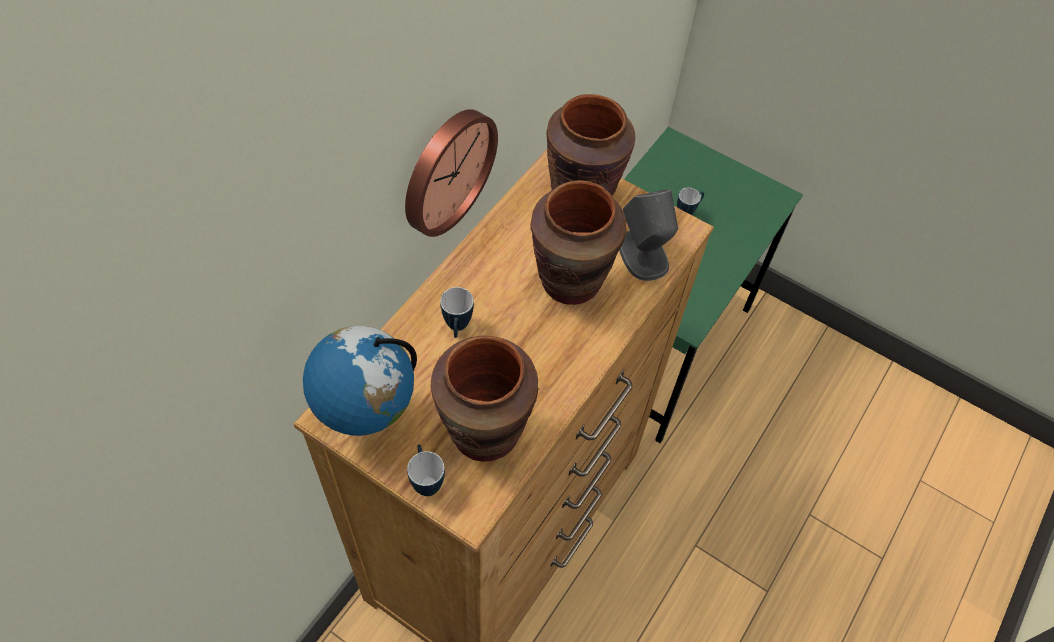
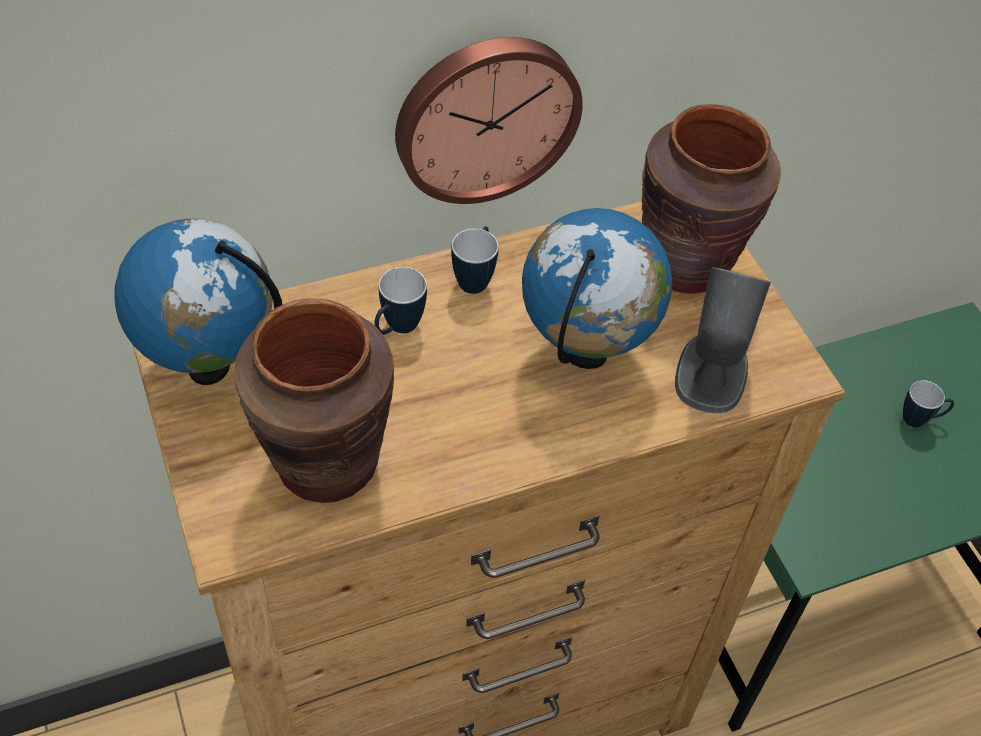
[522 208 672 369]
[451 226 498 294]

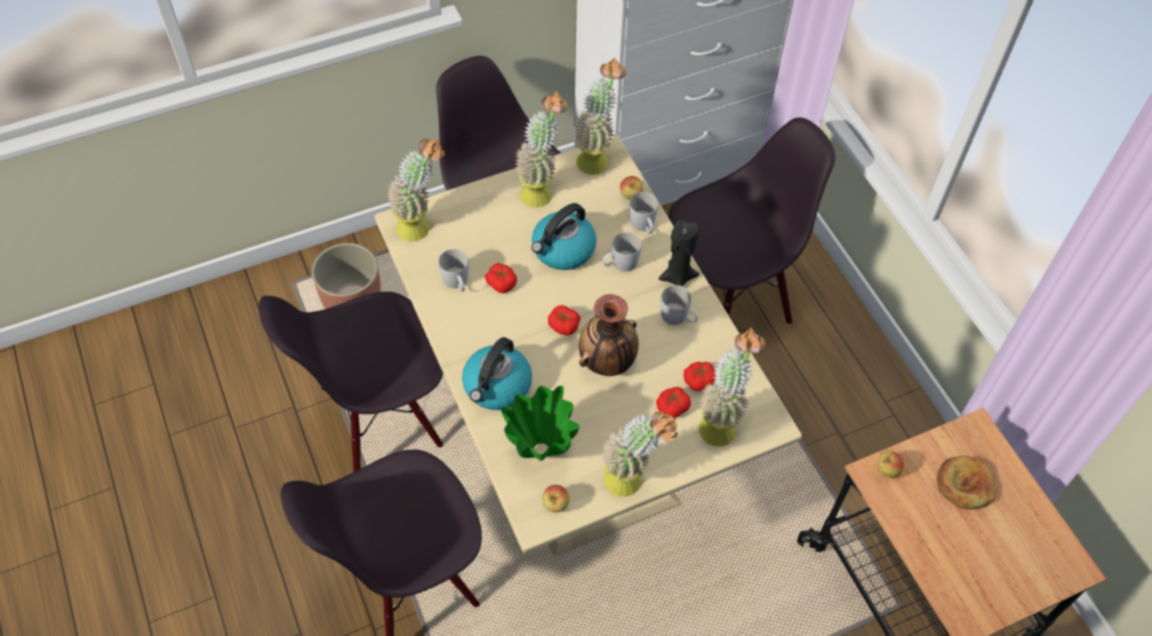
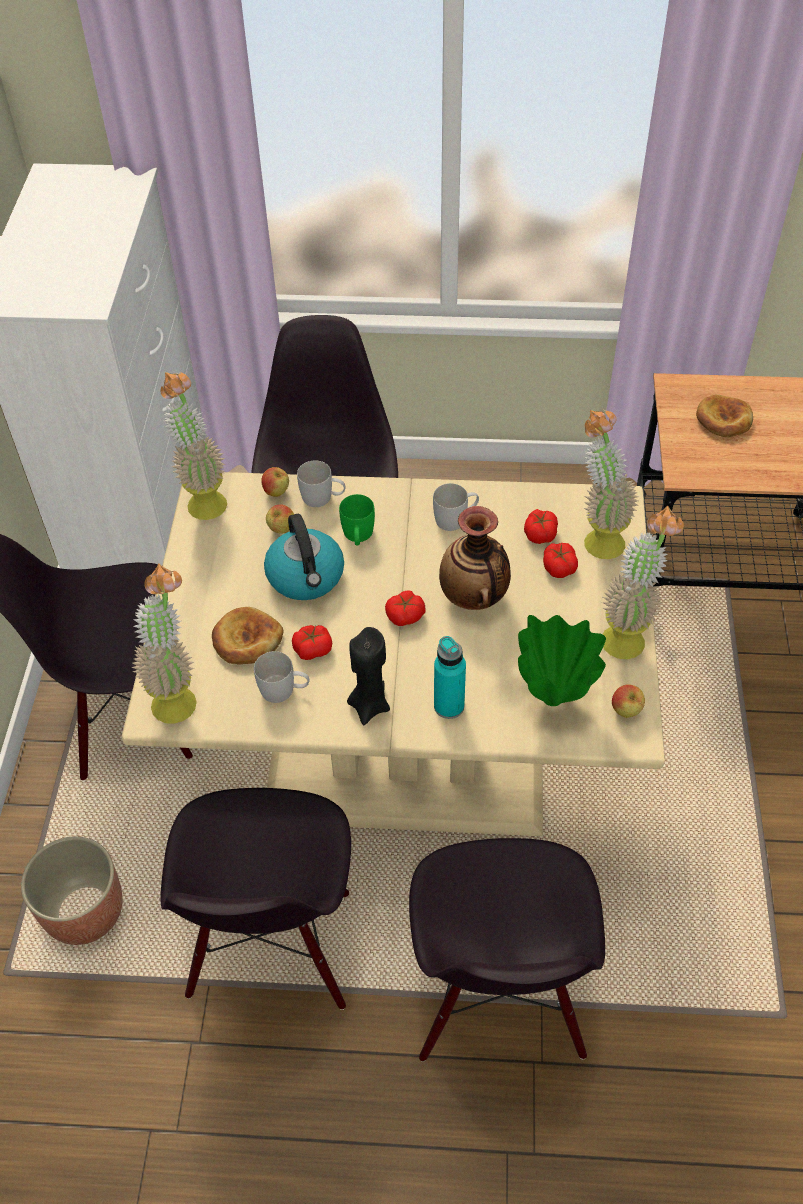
[515 91 568 208] (first image)
[347 627 390 725]
[339 494 375 546]
[434 636 466 719]
[266 504 294 534]
[212 607 283 665]

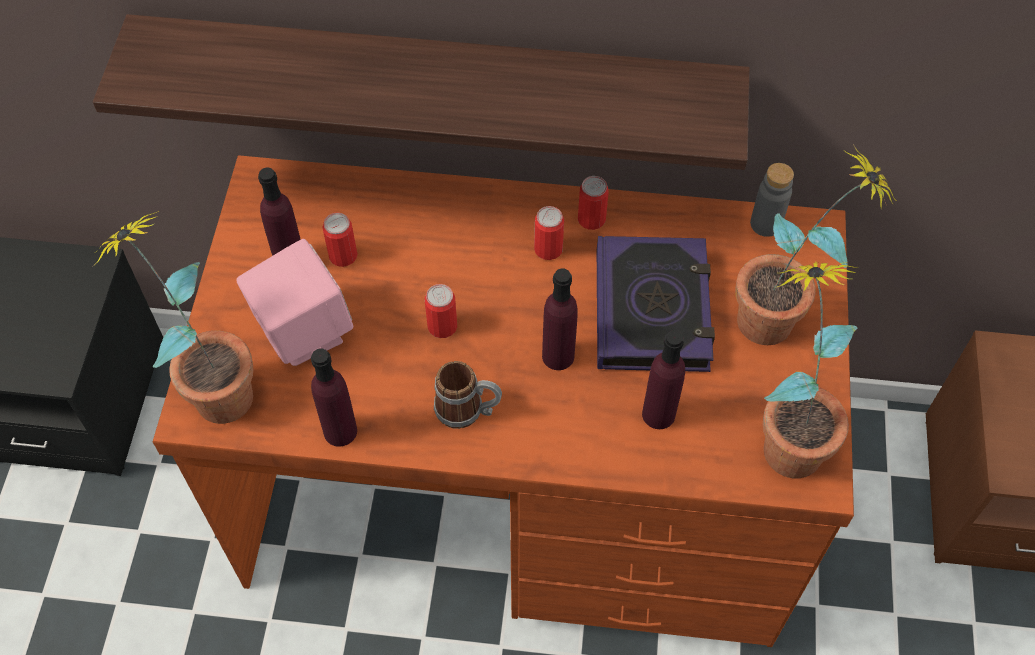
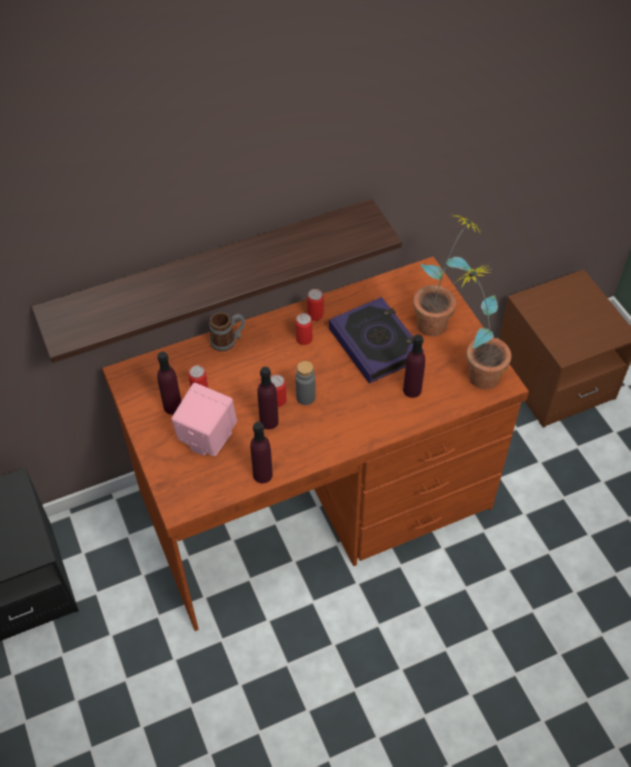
[295 361 315 405]
[94 210 254 424] (first image)
[257 367 279 429]
[209 312 245 352]

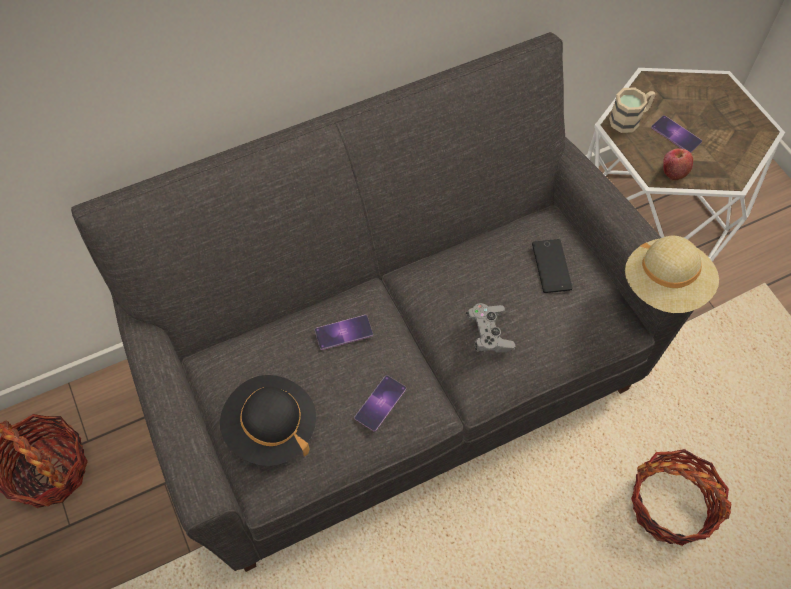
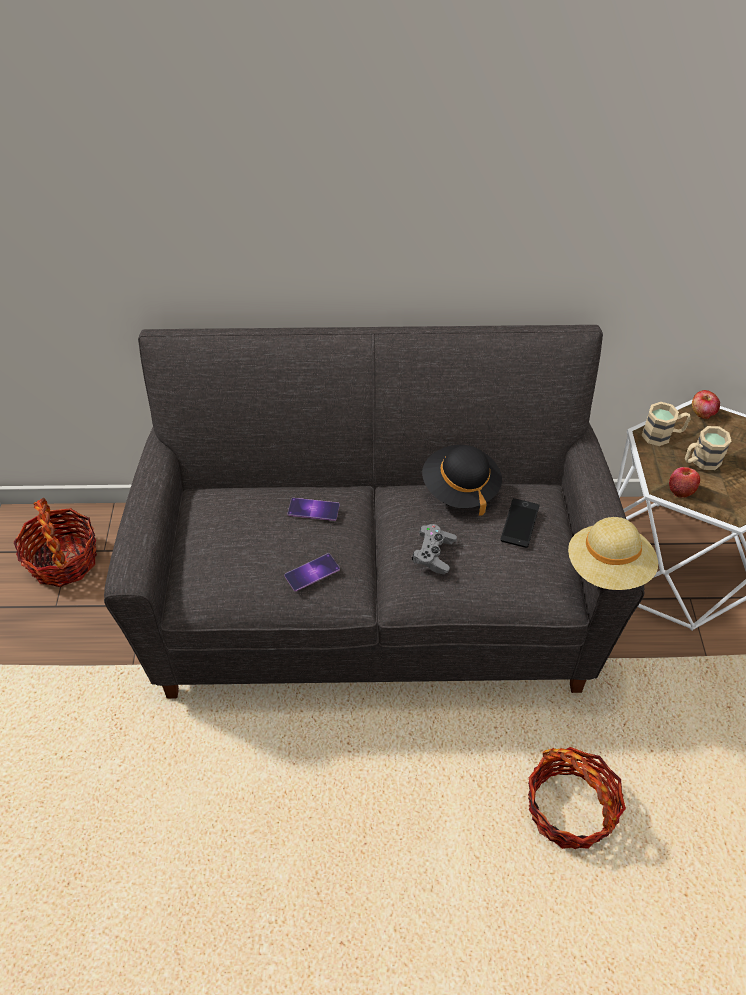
[685 426 731 470]
[422 445 502 516]
[692 390 720 419]

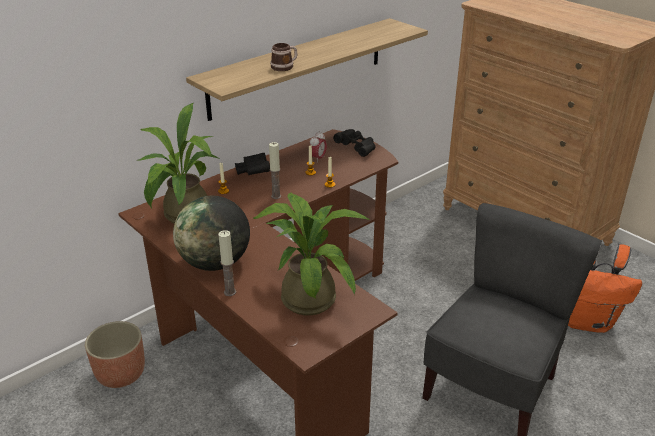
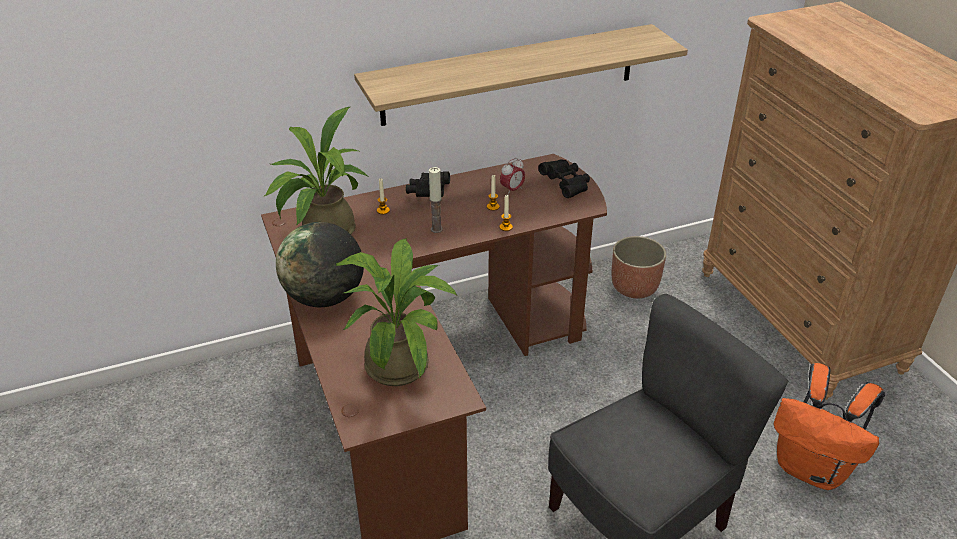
[270 43 298 71] (first image)
[218 230 236 296] (first image)
[612 236 666 298]

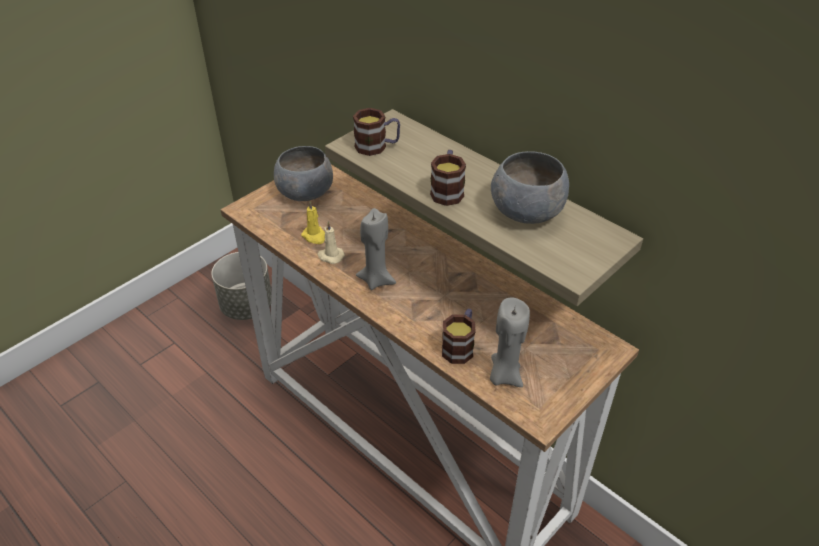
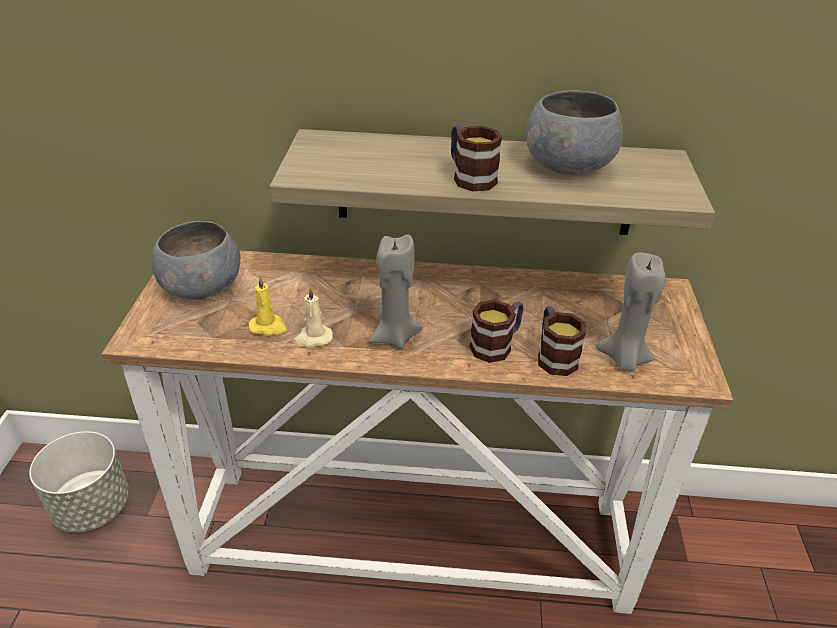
[469 300 524 363]

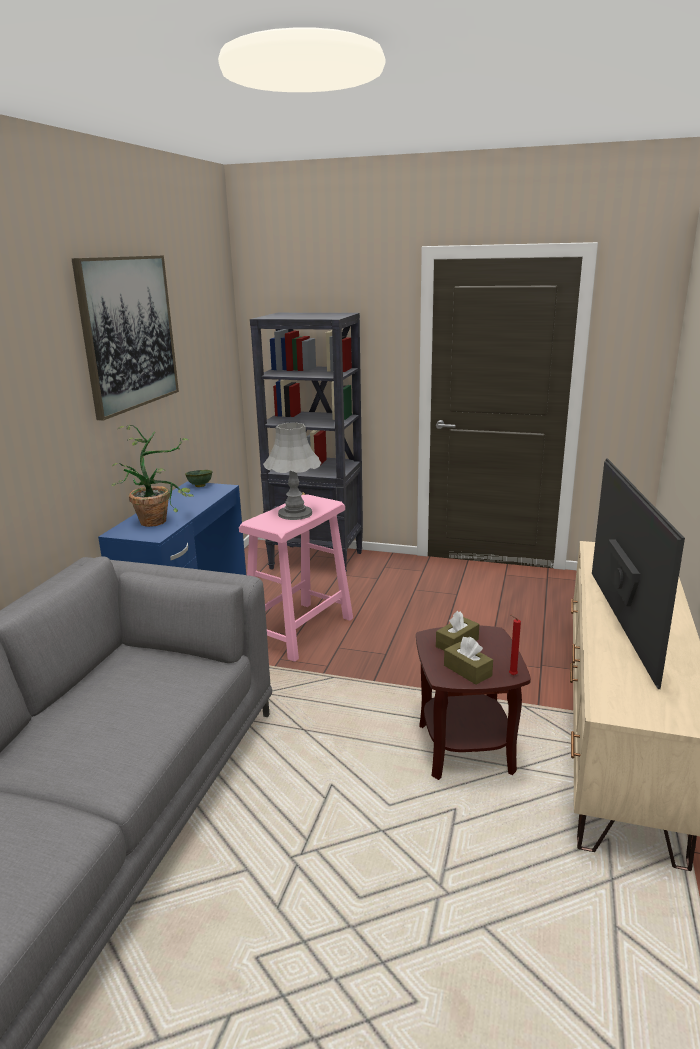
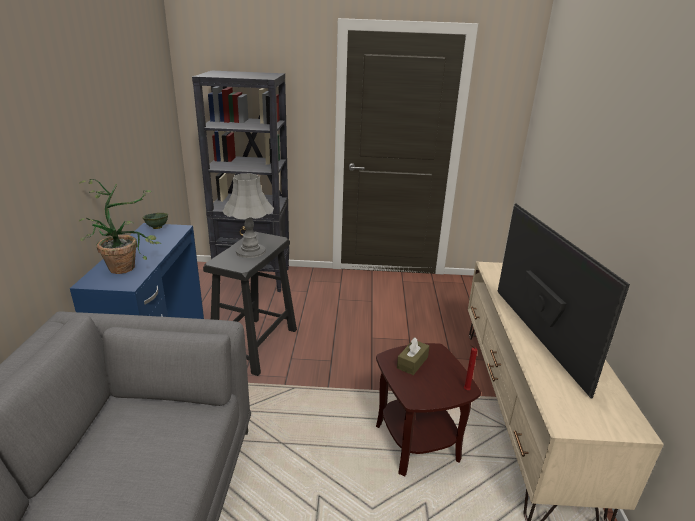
[72 256 179 421] (first image)
[203 232 297 376]
[444 637 493 685] (first image)

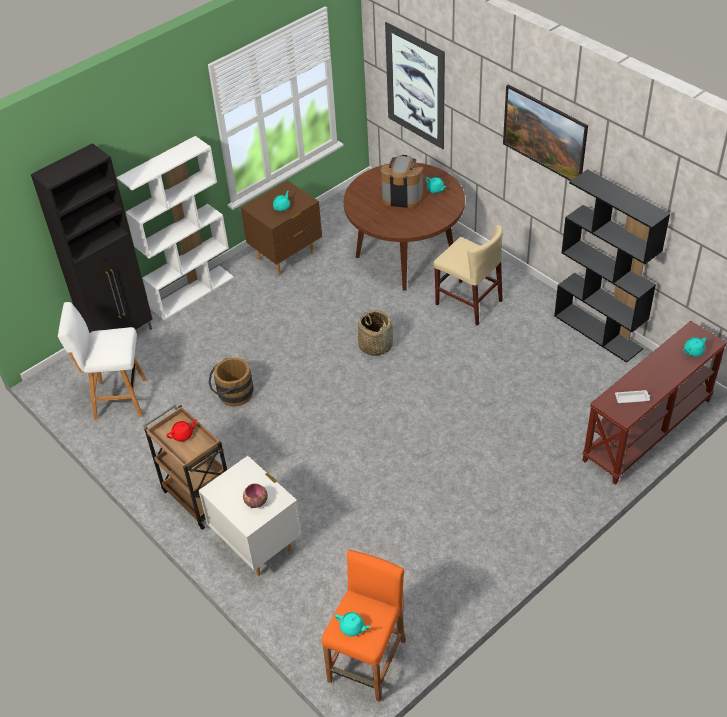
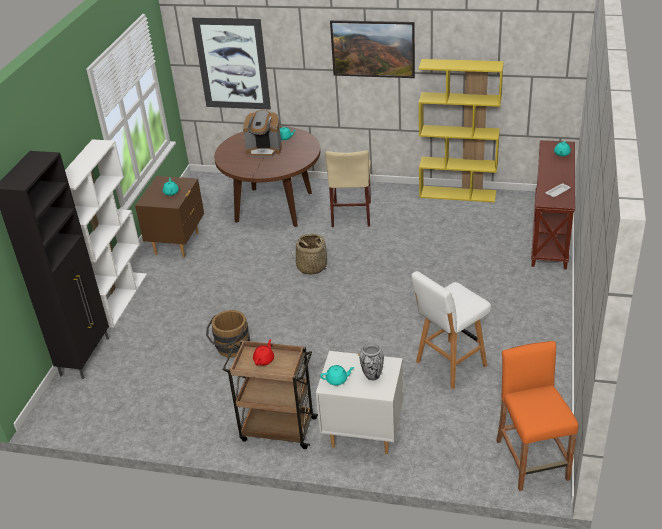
[243 110 282 157]
[419 59 504 202]
[325 150 371 227]
[412 271 491 389]
[359 342 384 380]
[320 365 354 386]

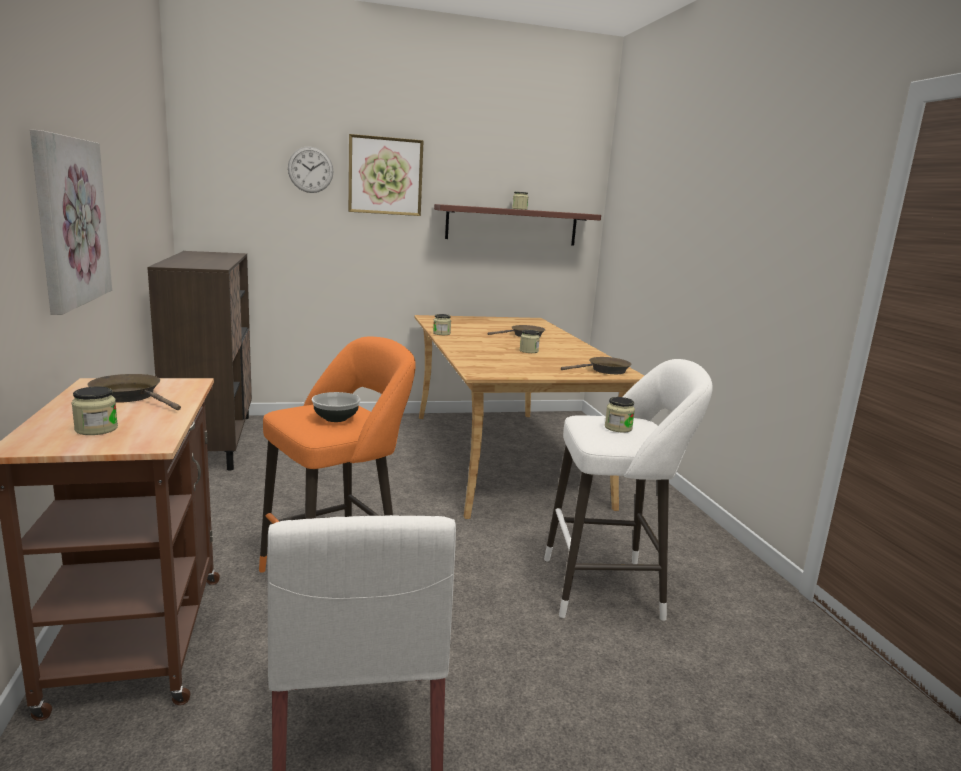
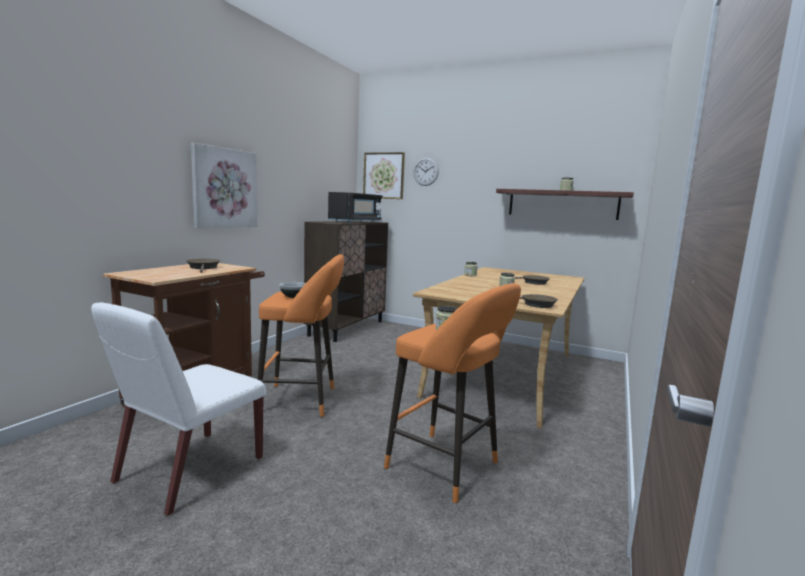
[363 152 405 199]
[384 283 521 503]
[71 386 118 435] (first image)
[328 192 382 223]

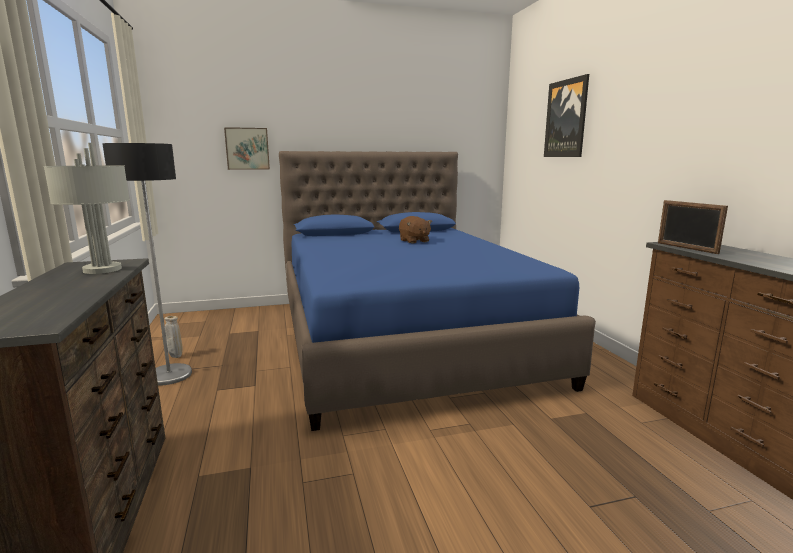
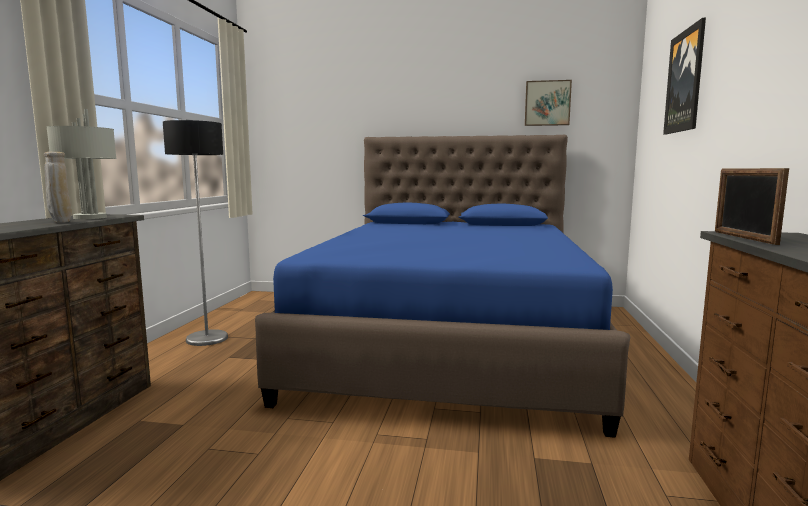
[525 80 572 126]
[399 216 432 244] (first image)
[44 152 71 223]

